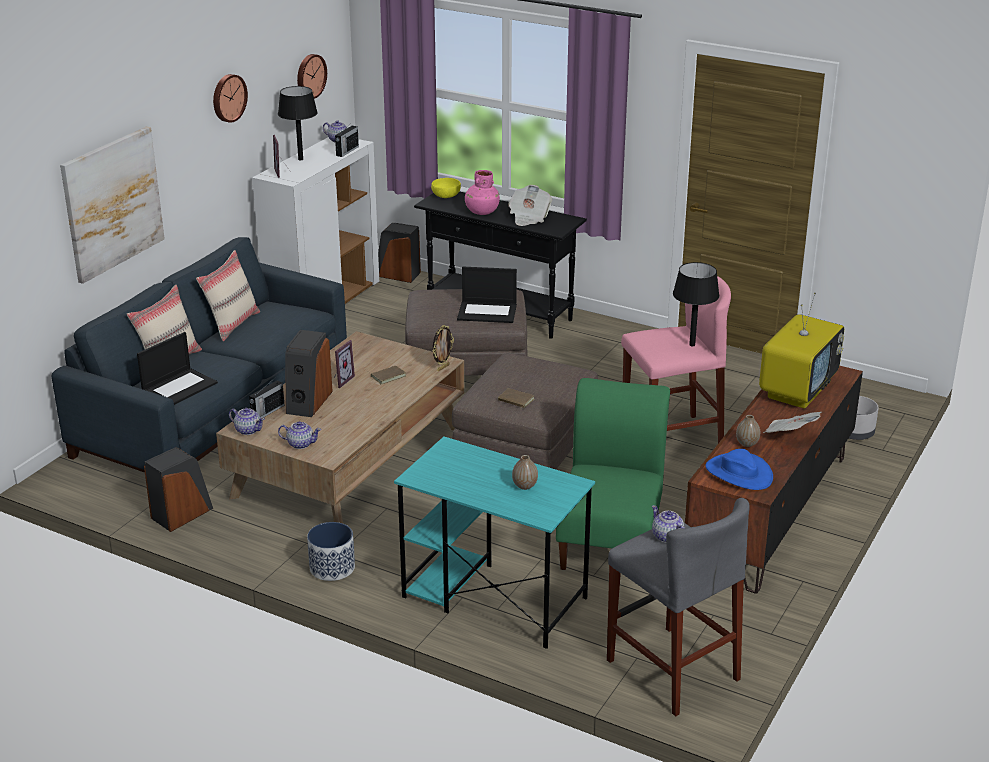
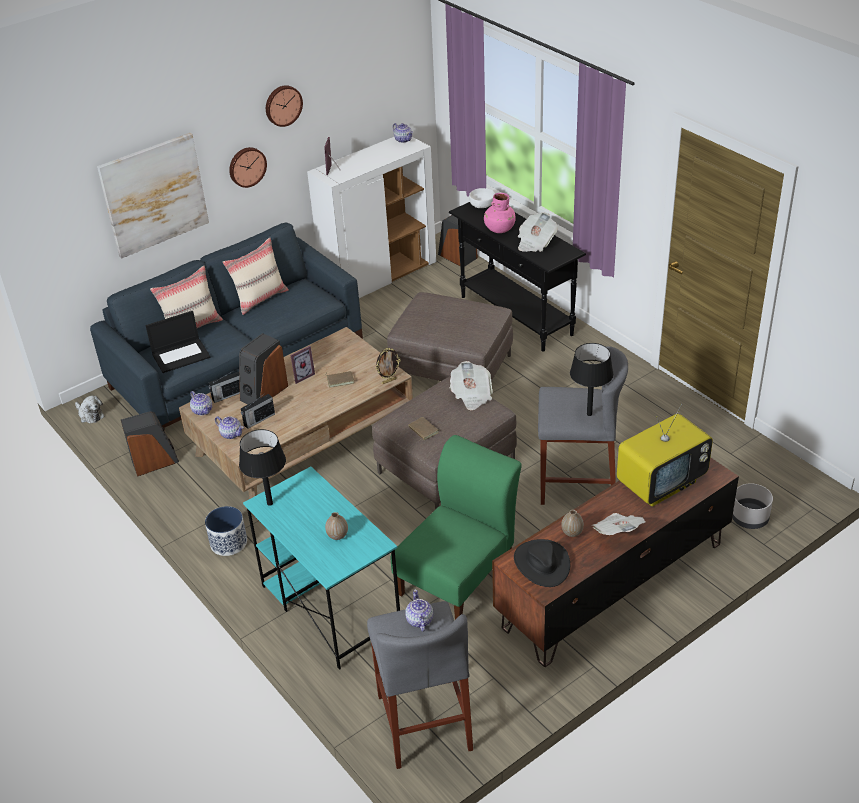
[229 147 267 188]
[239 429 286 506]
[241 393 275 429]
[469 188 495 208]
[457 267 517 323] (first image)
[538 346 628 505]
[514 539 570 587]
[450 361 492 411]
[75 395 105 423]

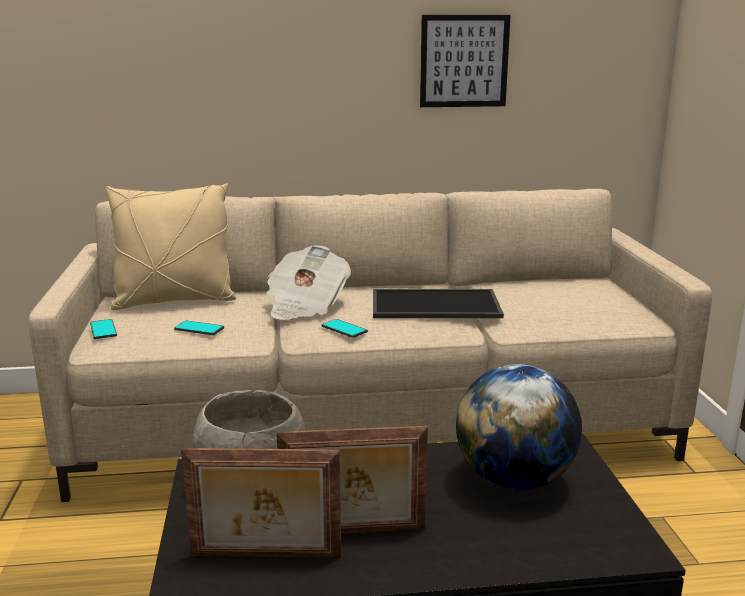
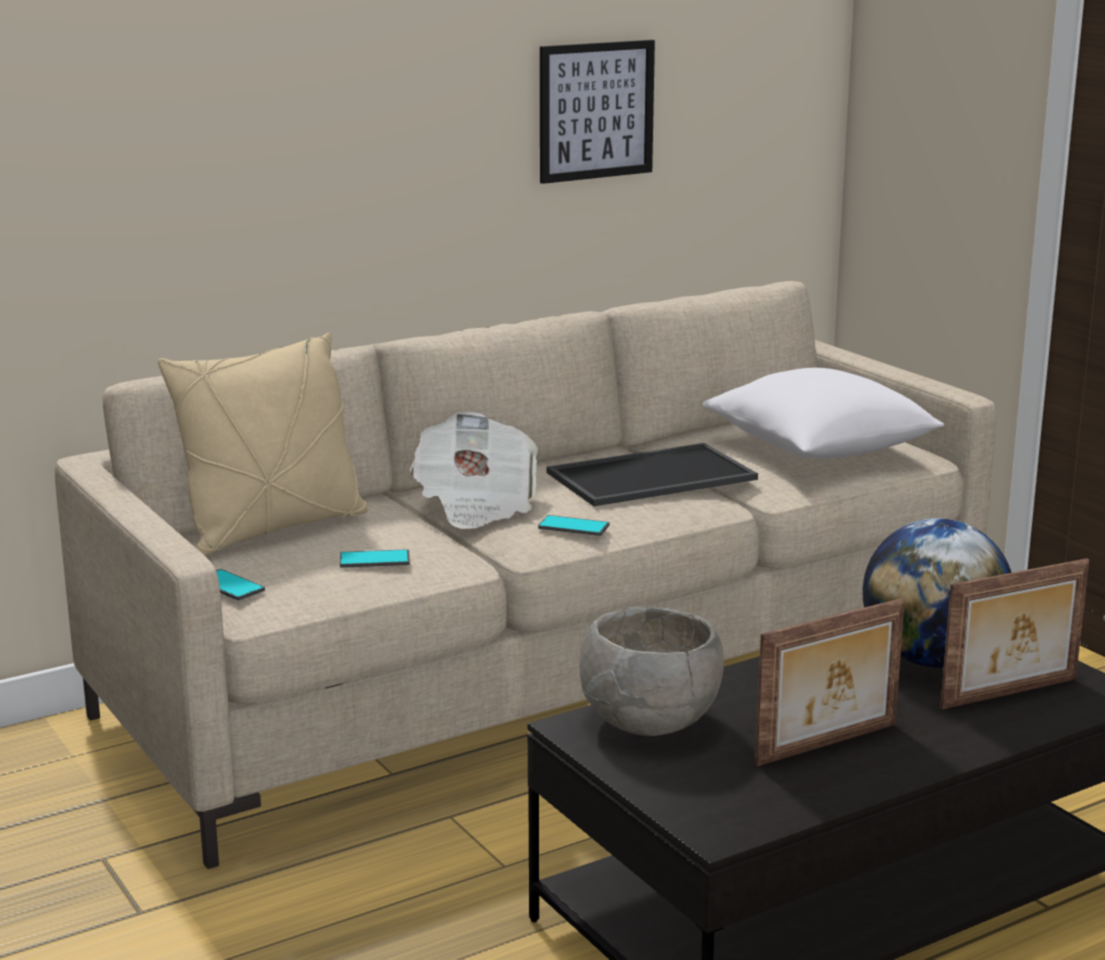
[940 558 1089 709]
[702 368 944 459]

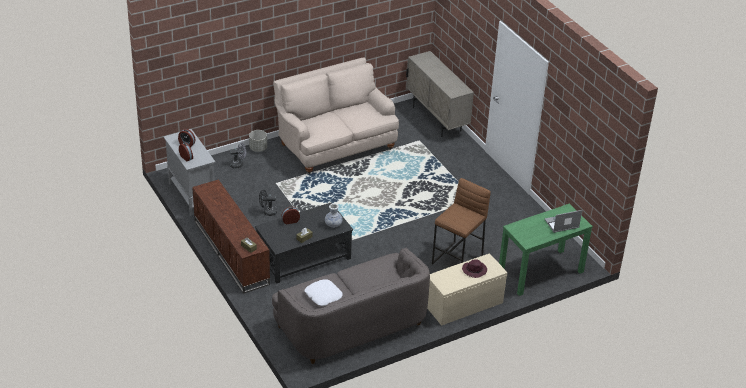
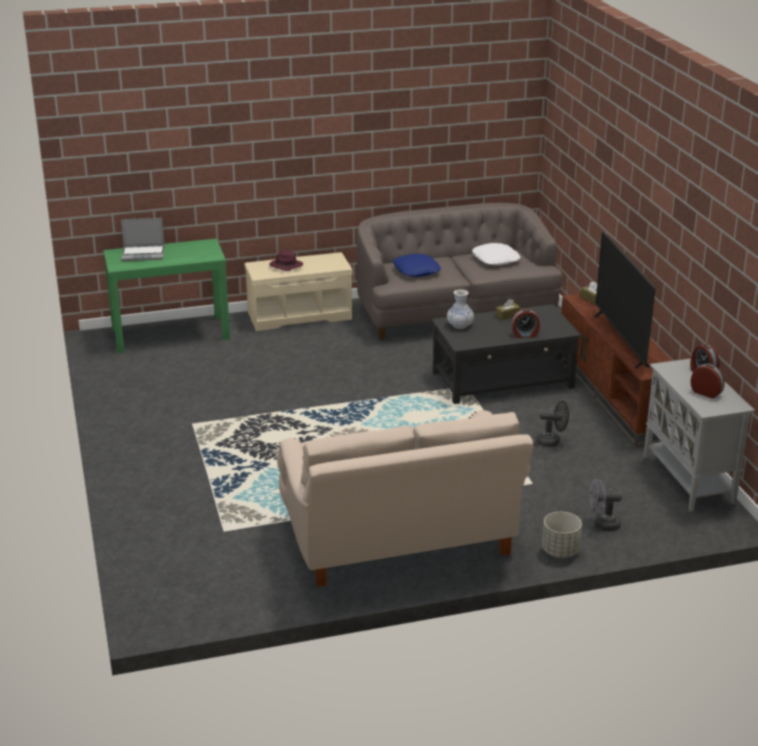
[406 51 474 137] (first image)
[432 178 491 264] (first image)
[594 231 655 368]
[393 254 441 277]

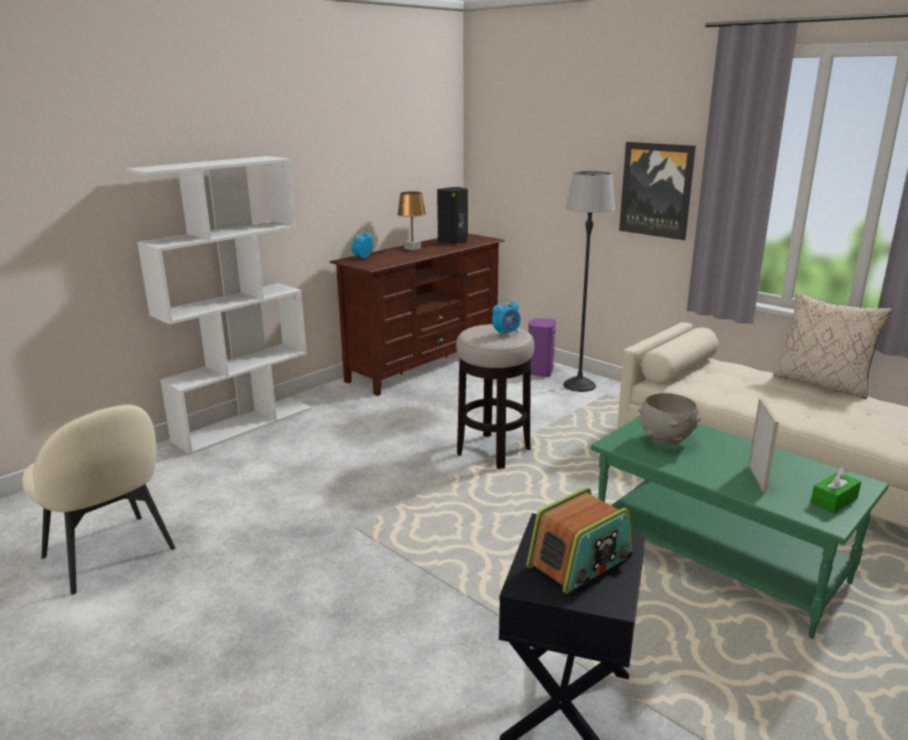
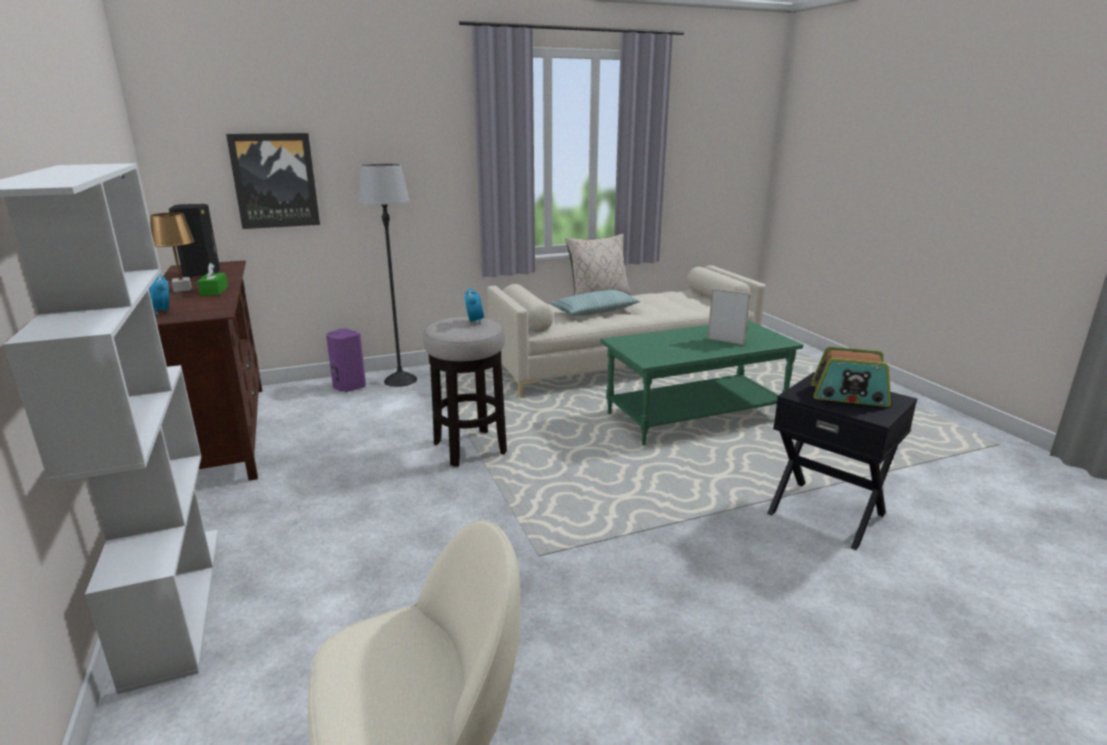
[226 133 320 229]
[638 393 701 446] (first image)
[197 263 228 296]
[811 346 891 407]
[550 290 641 316]

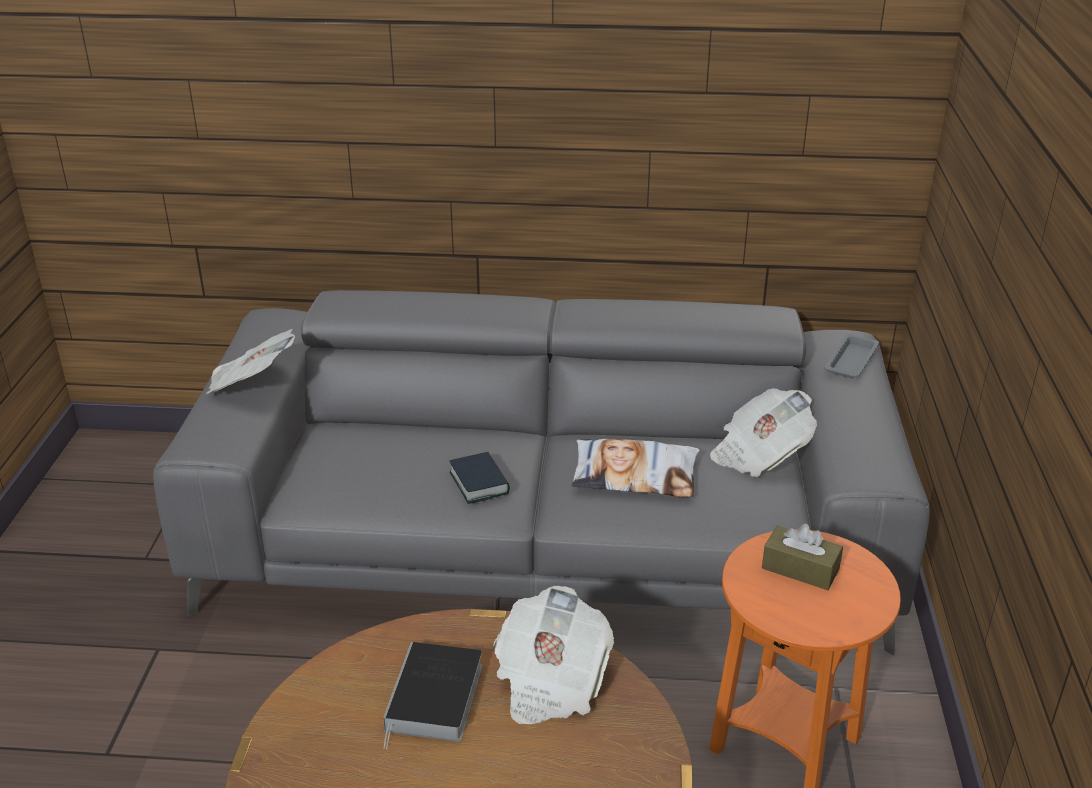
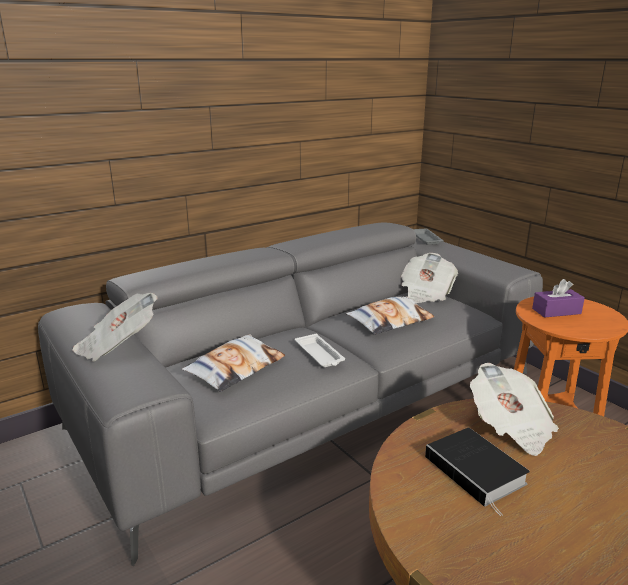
[295 333 345 367]
[532 279 585 318]
[182 335 285 392]

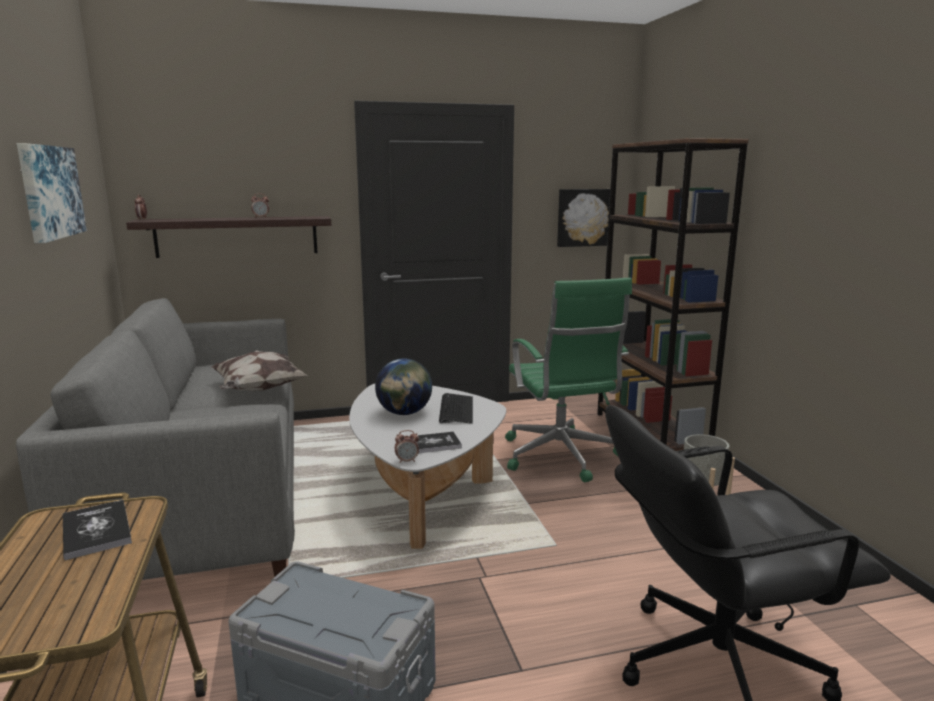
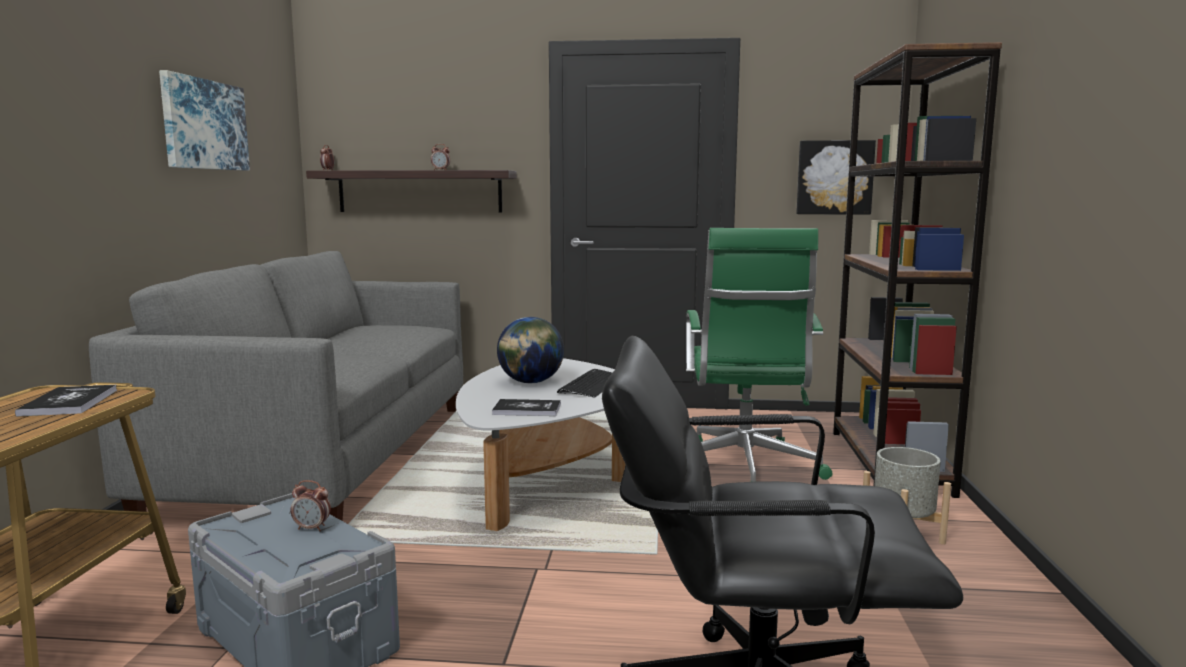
[211 350 308 391] (first image)
[291 480 331 531]

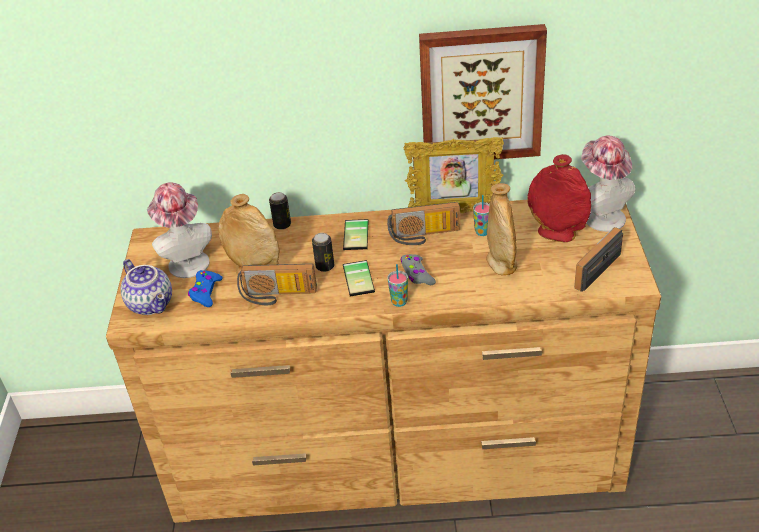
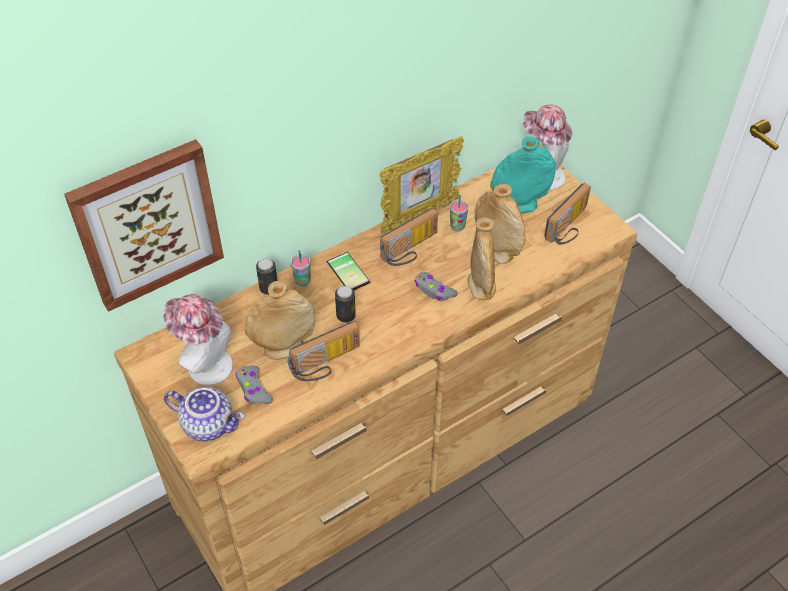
[64 139 224 312]
[490 136 556 213]
[544 183 591 245]
[343 260 375 296] (first image)
[291 250 310 287]
[236 366 273 404]
[468 218 496 300]

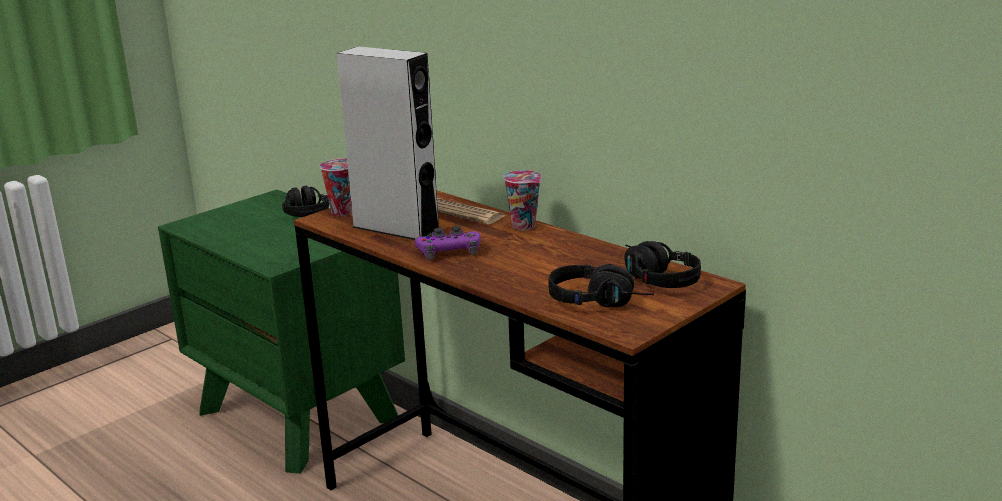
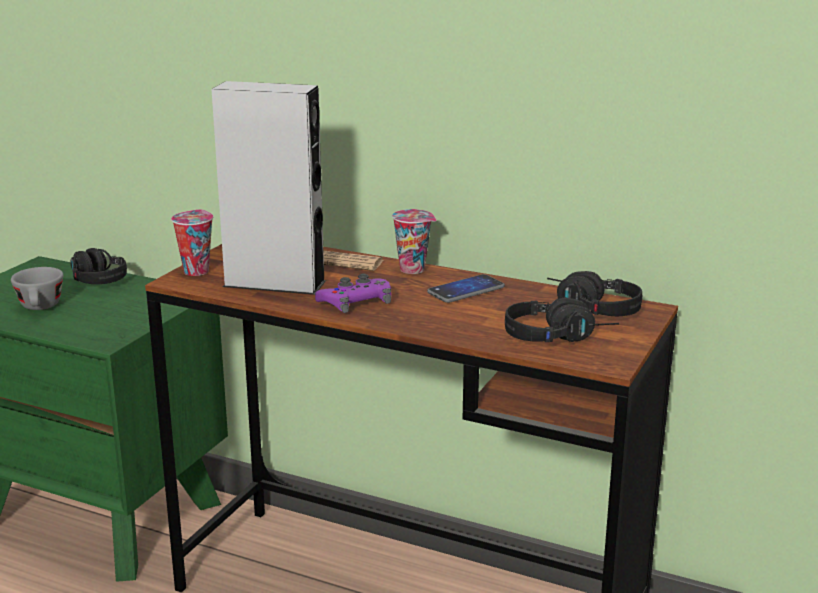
[11 267 63 310]
[427 274 505 303]

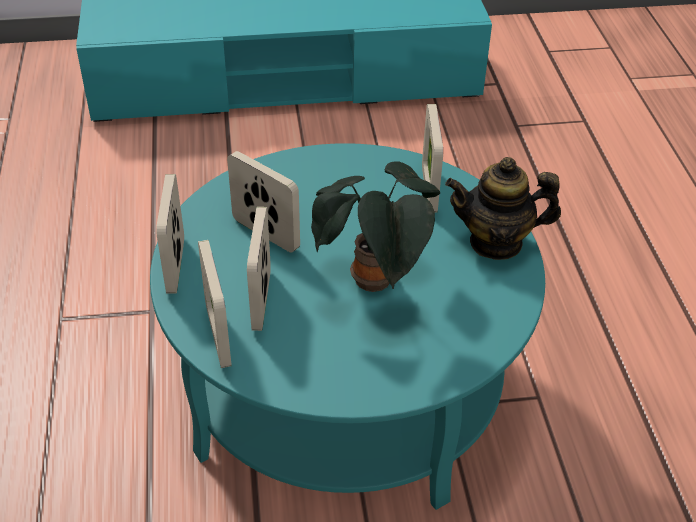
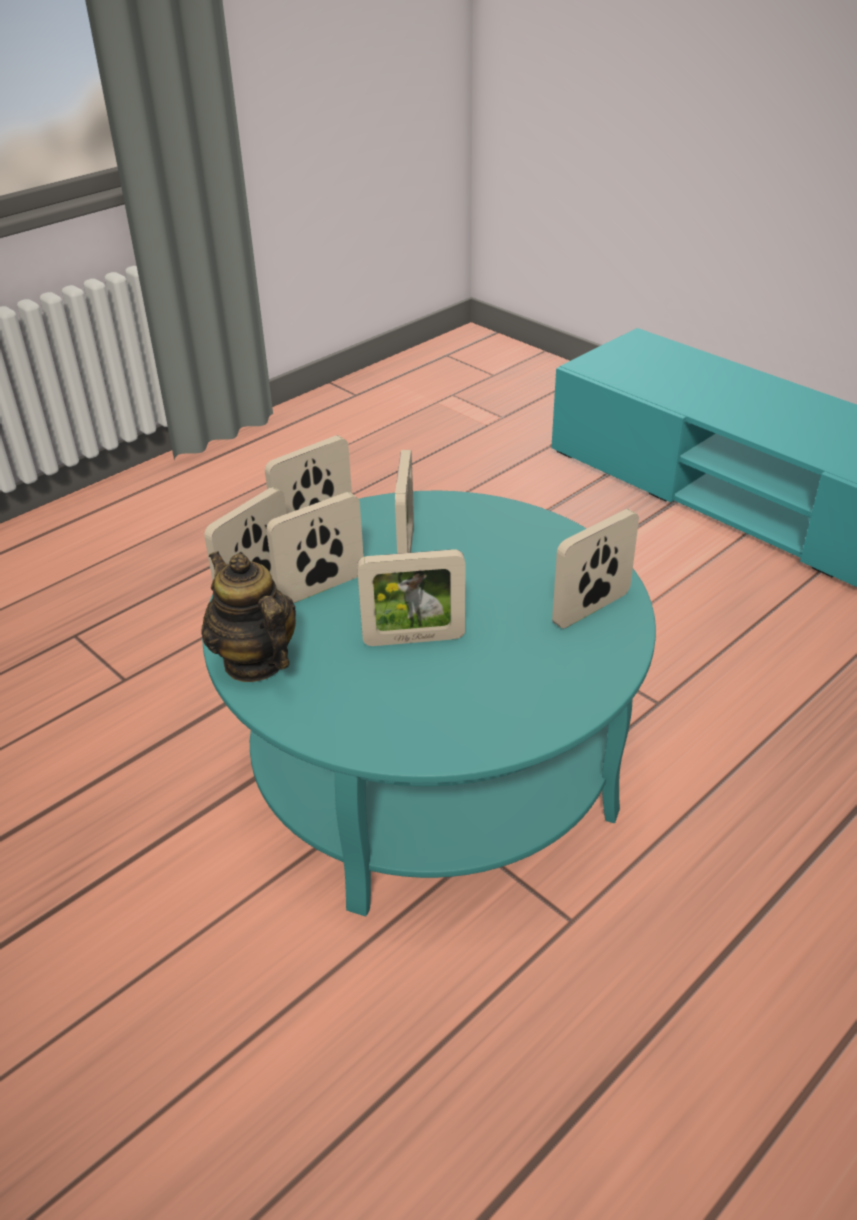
[201 551 296 682]
[357 549 465 646]

